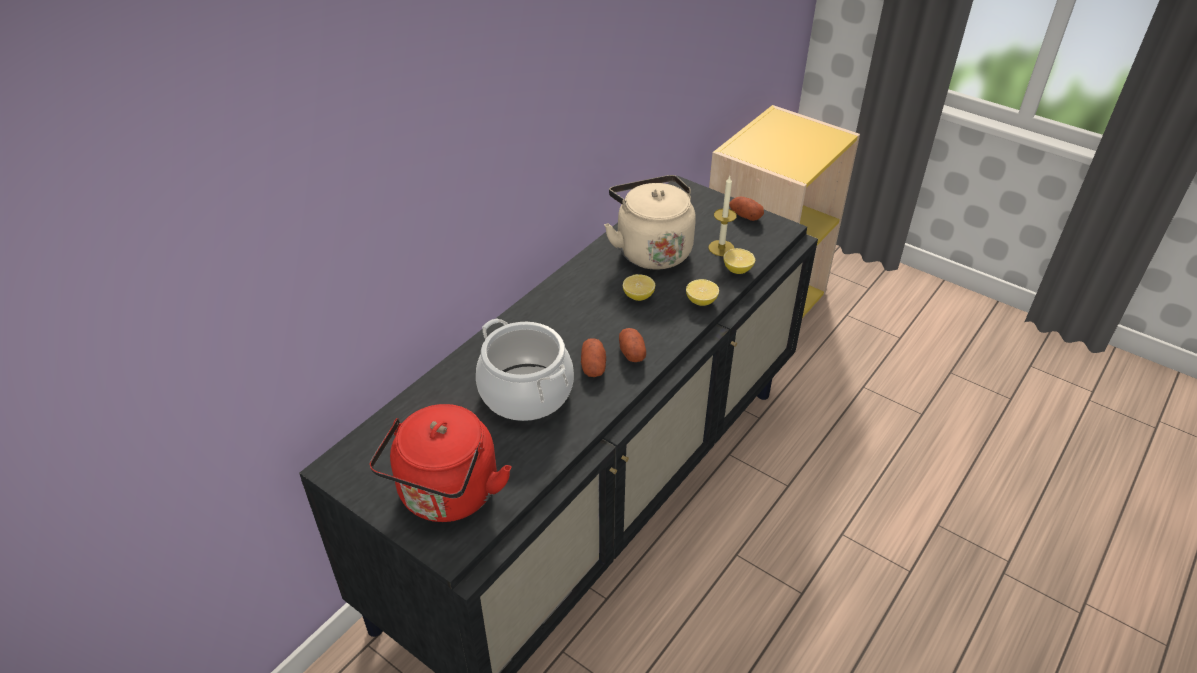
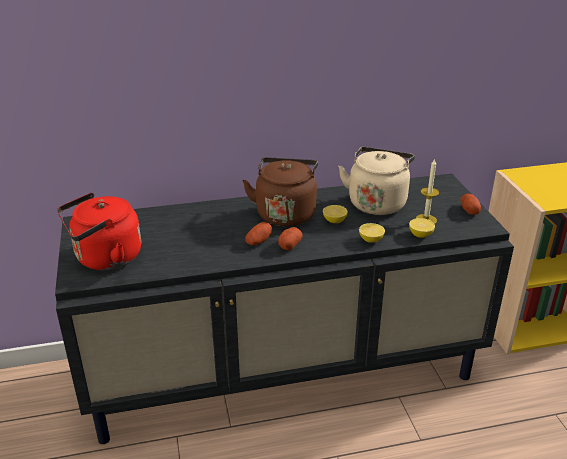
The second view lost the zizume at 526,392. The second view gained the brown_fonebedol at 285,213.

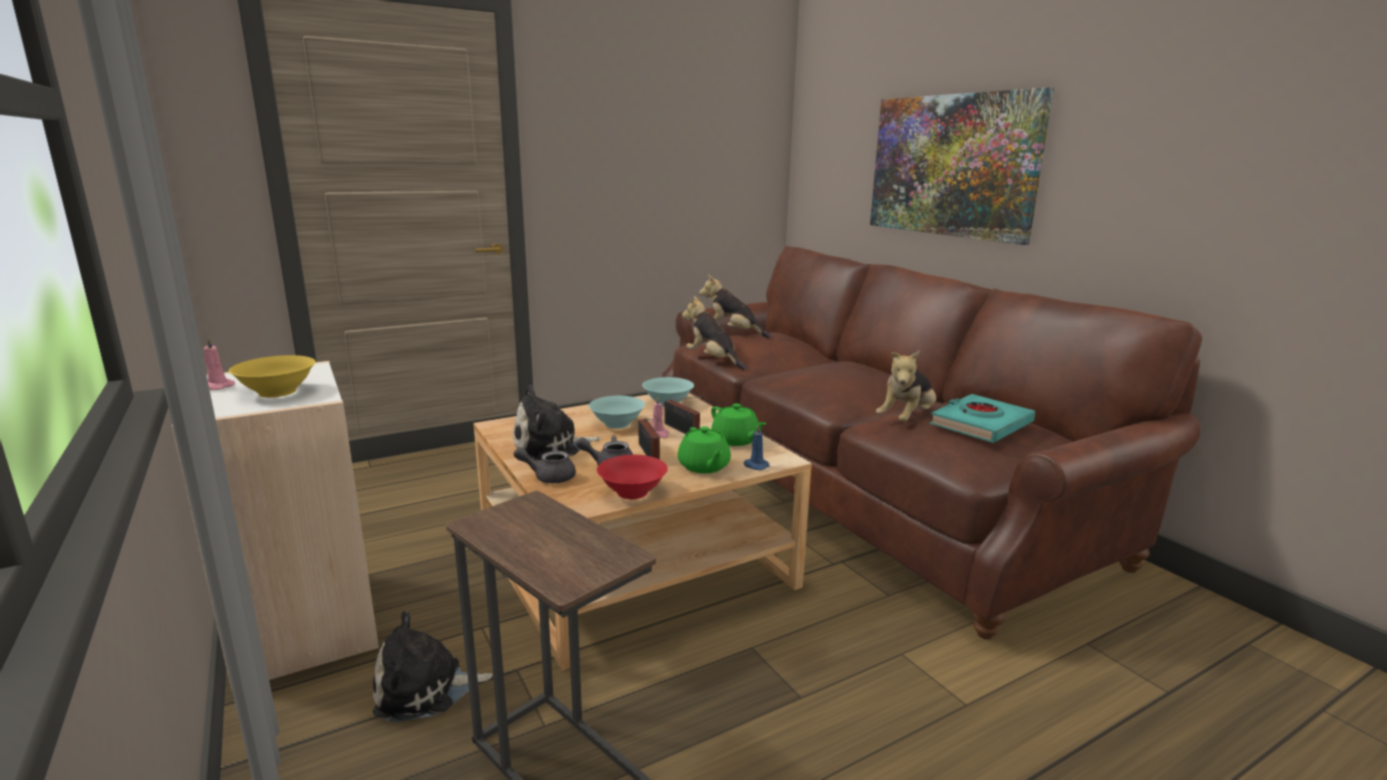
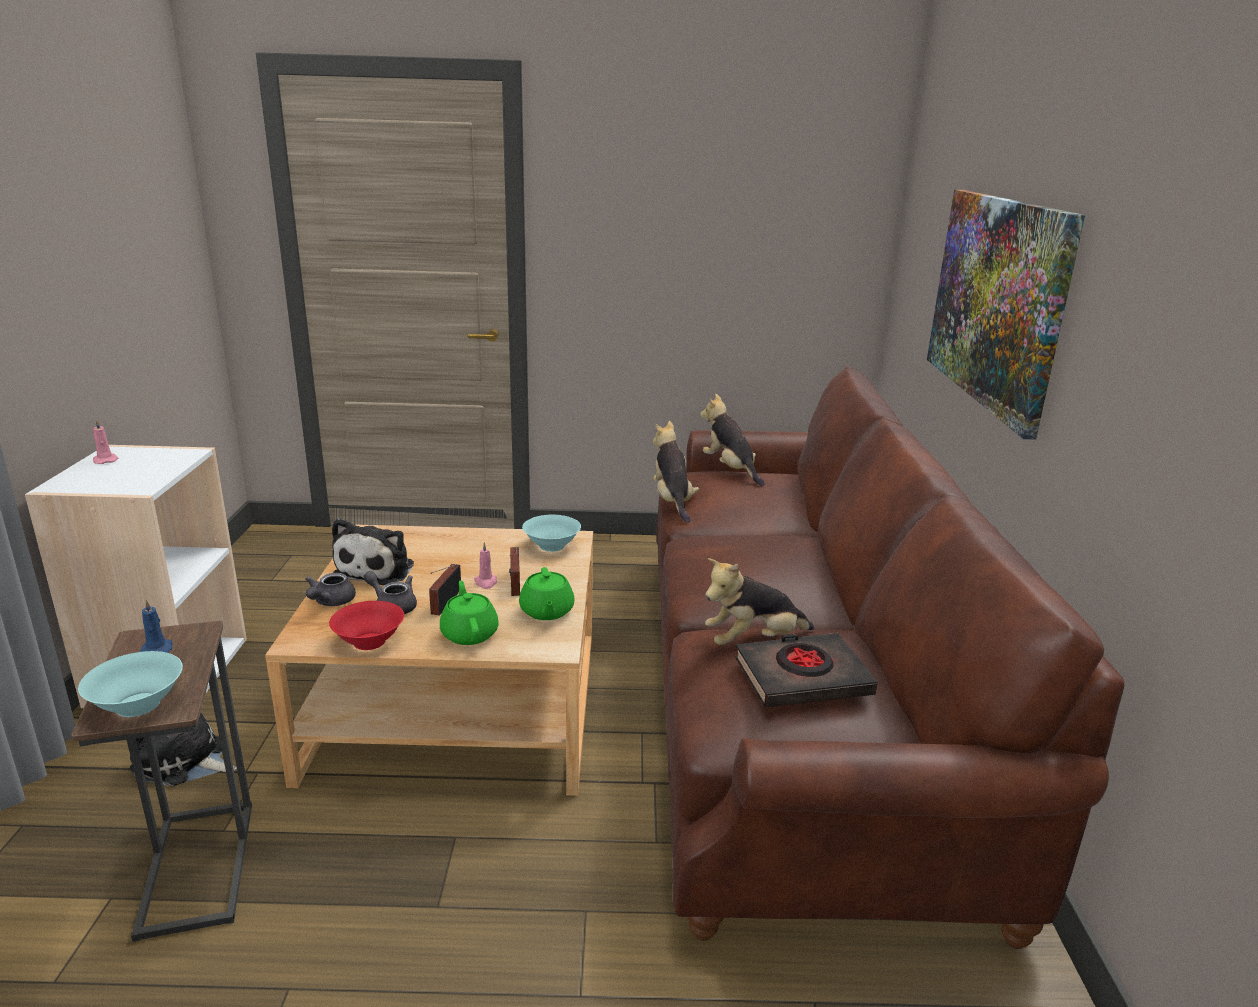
The second view lost the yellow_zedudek at 277,392. The turquoise_zedudek ended up elsewhere, having gone from 618,424 to 138,705. The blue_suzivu ended up elsewhere, having gone from 755,465 to 157,649. What was the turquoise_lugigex at 980,424 turned into the black_lugigex at 802,678. The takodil at 551,446 ended up facing another way, 90 degrees counterclockwise from before. The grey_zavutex at 549,477 ended up facing another way, 105 degrees counterclockwise from before. The green_zavutex at 704,467 ended up facing another way, 150 degrees clockwise from before.

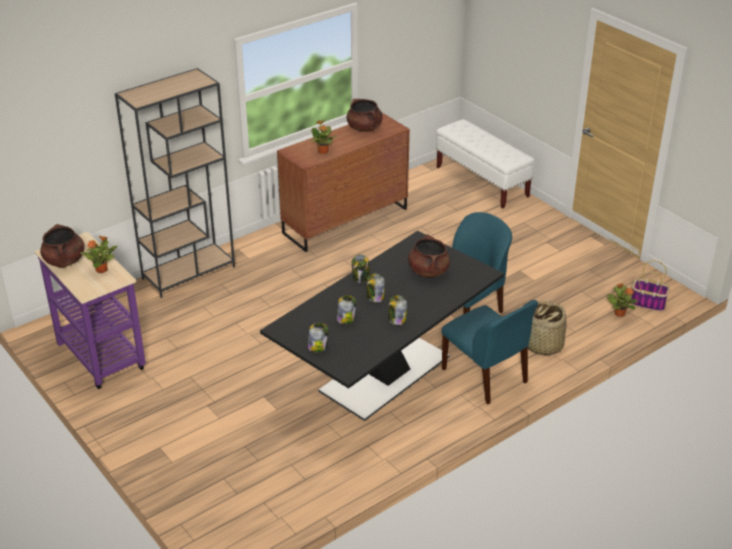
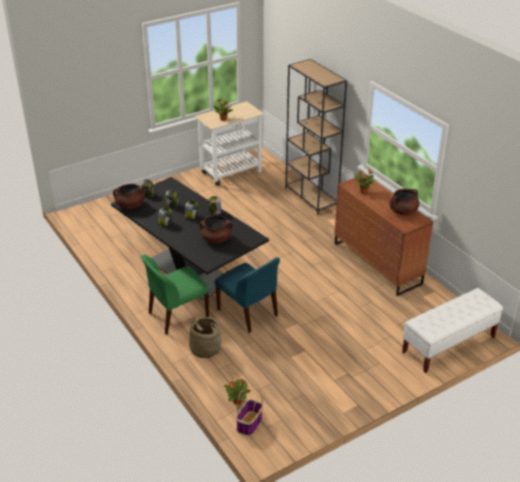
The brown_zizume ended up elsewhere, having gone from 65,261 to 130,205. What was the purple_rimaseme at 100,356 turned into the white_rimaseme at 232,172. What was the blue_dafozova at 485,376 turned into the green_dafozova at 177,315.

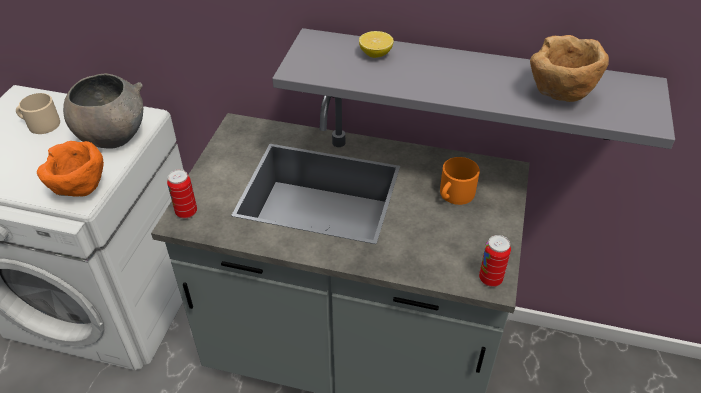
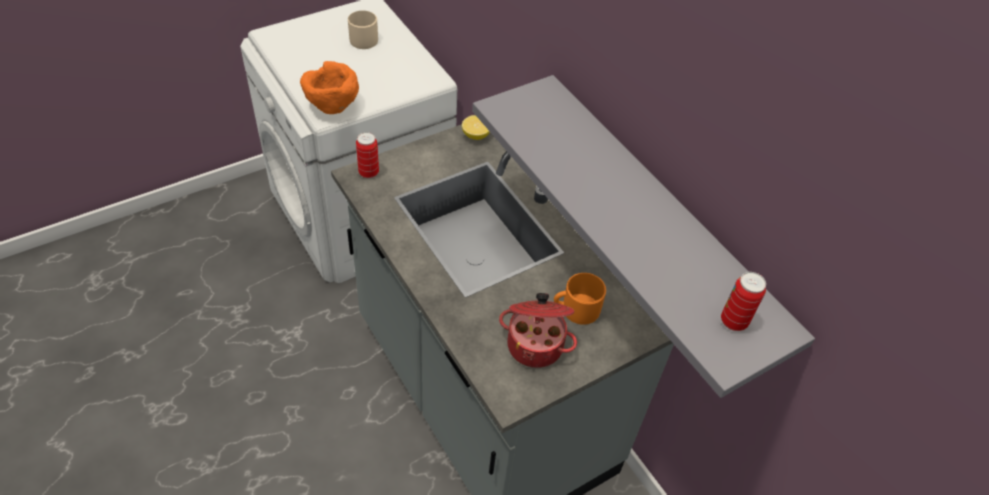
The second view lost the grey_zedudek at 112,136. The second view lost the brown_zedudek at 559,95. The second view gained the zizume at 535,344. The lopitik ended up elsewhere, having gone from 375,54 to 476,135. The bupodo ended up elsewhere, having gone from 490,279 to 733,321.

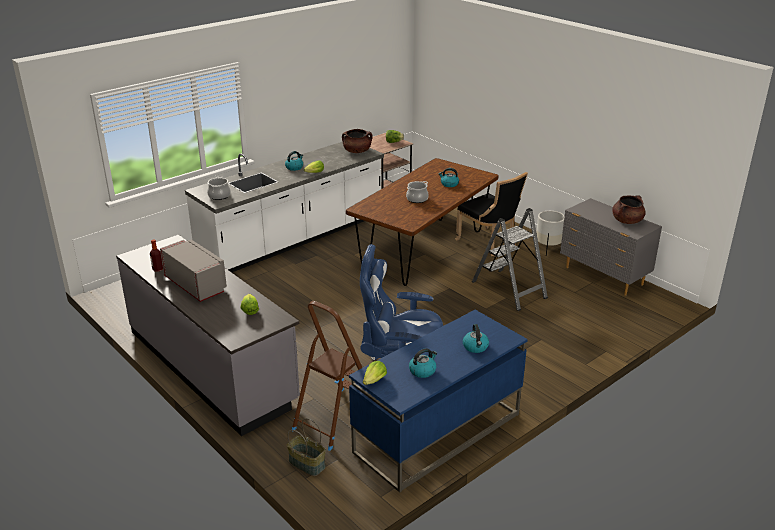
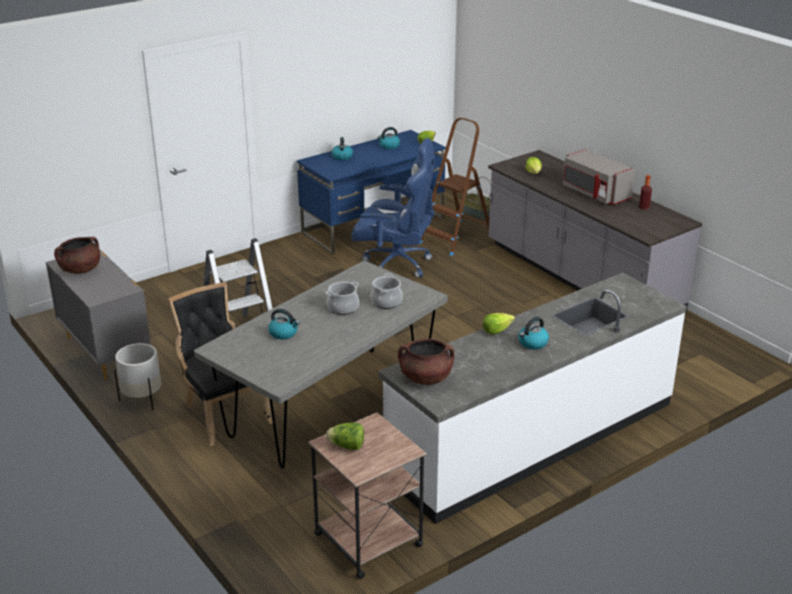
The zizume ended up elsewhere, having gone from 219,196 to 386,302. What was the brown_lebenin at 423,250 turned into the grey_lebenin at 329,406.

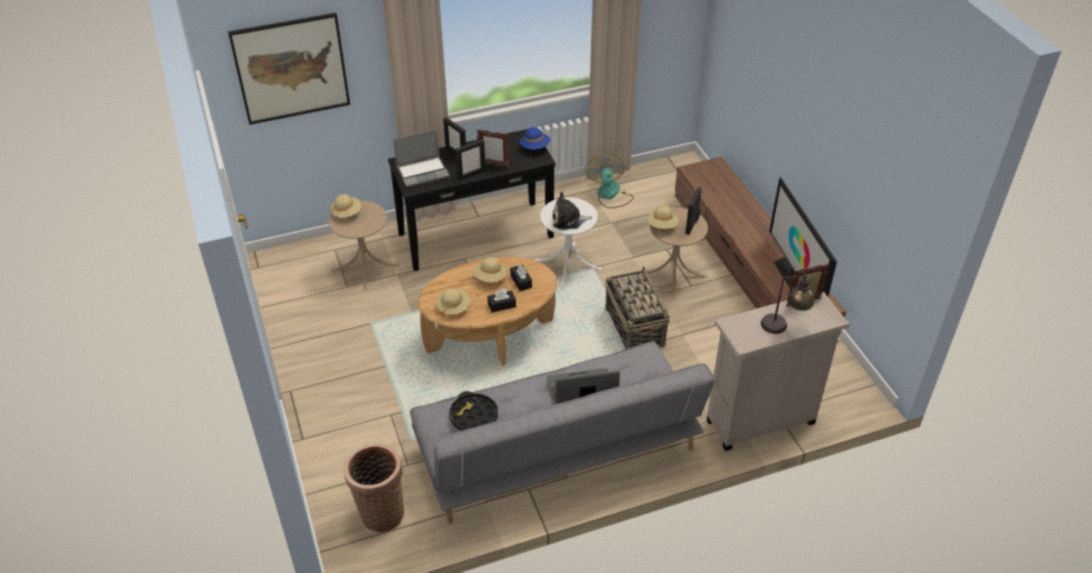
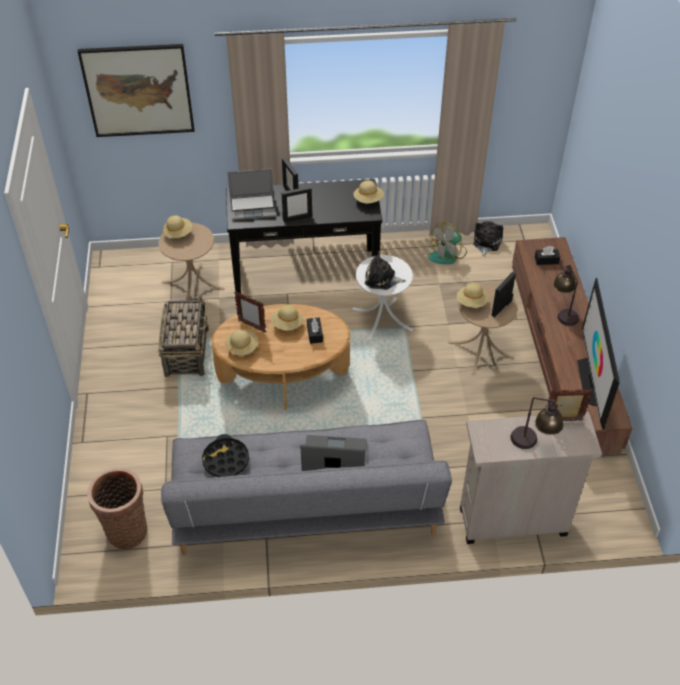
The second view gained the takodil at 486,243. The second view gained the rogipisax at 563,312. The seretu ended up elsewhere, having gone from 494,164 to 251,326. The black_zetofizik ended up elsewhere, having gone from 501,305 to 546,260. The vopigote ended up elsewhere, having gone from 634,326 to 187,351. What was the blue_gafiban at 535,147 turned into the beige_gafiban at 368,200. The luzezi at 610,195 ended up facing another way, 135 degrees counterclockwise from before.

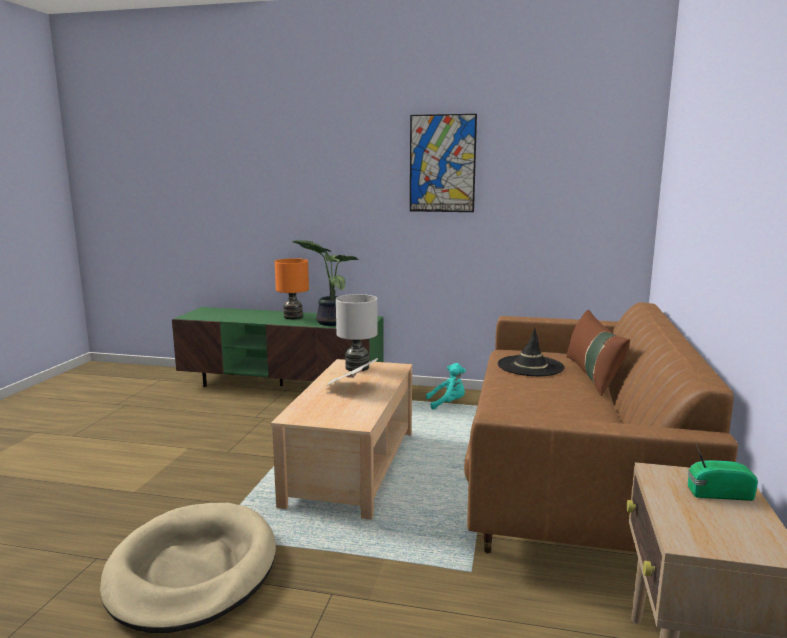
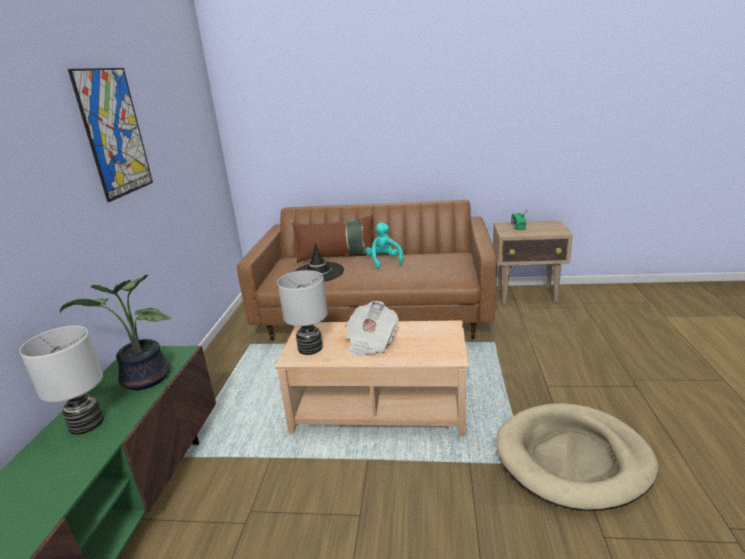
The turquoise_takodil ended up elsewhere, having gone from 447,403 to 384,261. What was the orange_rogipisax at 293,317 turned into the grey_rogipisax at 86,423.

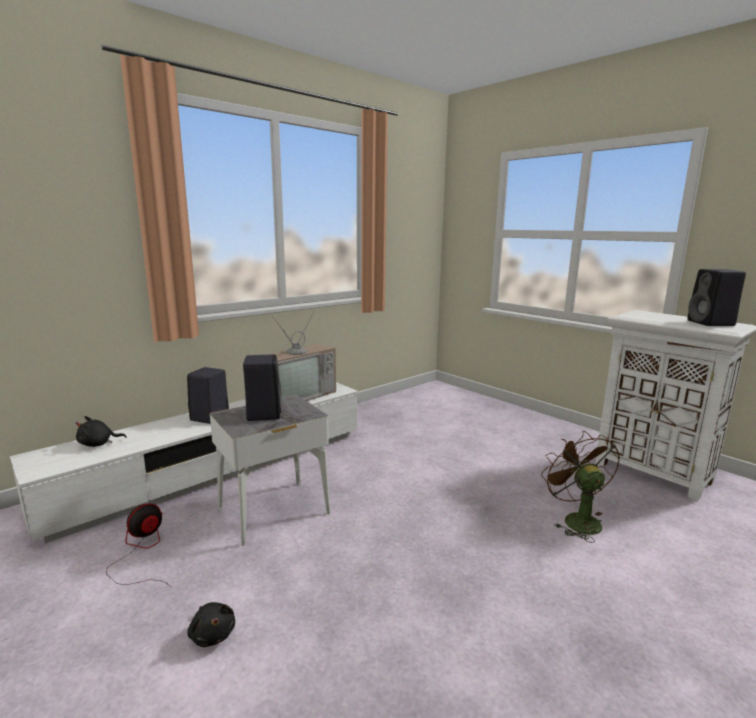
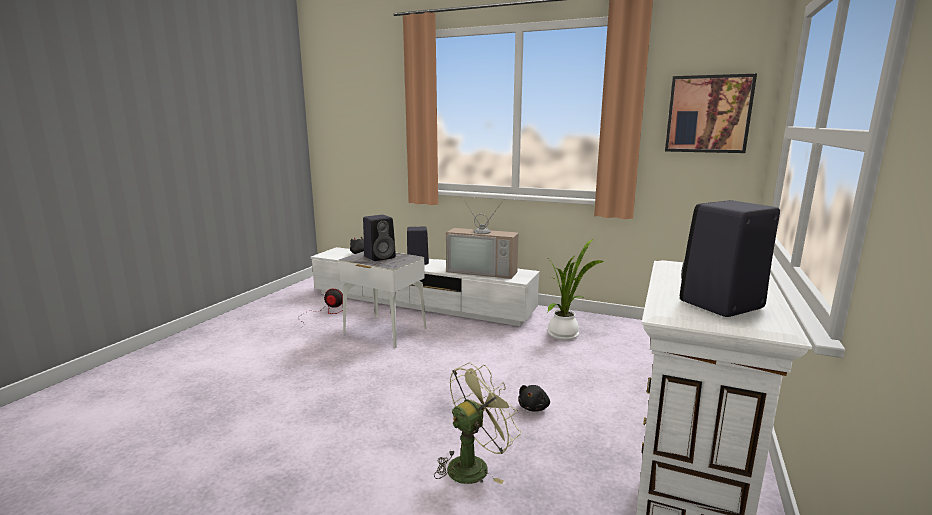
The second view gained the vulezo at 565,334. The second view gained the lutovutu at 708,114. The black_takodil ended up elsewhere, having gone from 212,634 to 534,407. What was the brown_luzezi at 576,519 turned into the green_luzezi at 474,465.

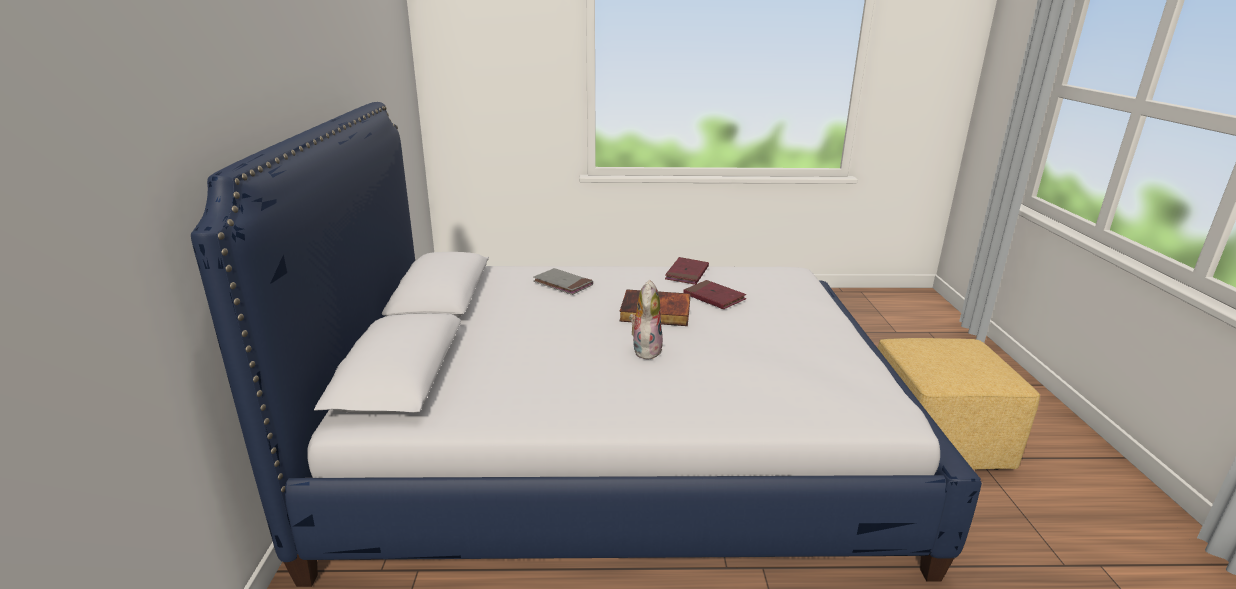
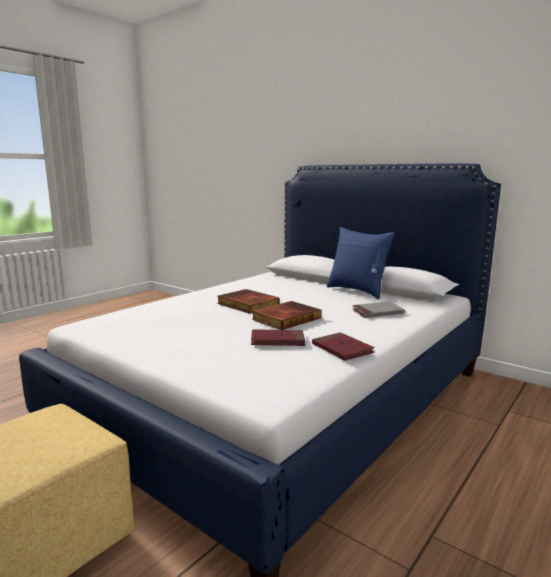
The second view gained the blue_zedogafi at 357,291. Where the takodil stood at 645,349, the lugigex came to stand at 246,304.

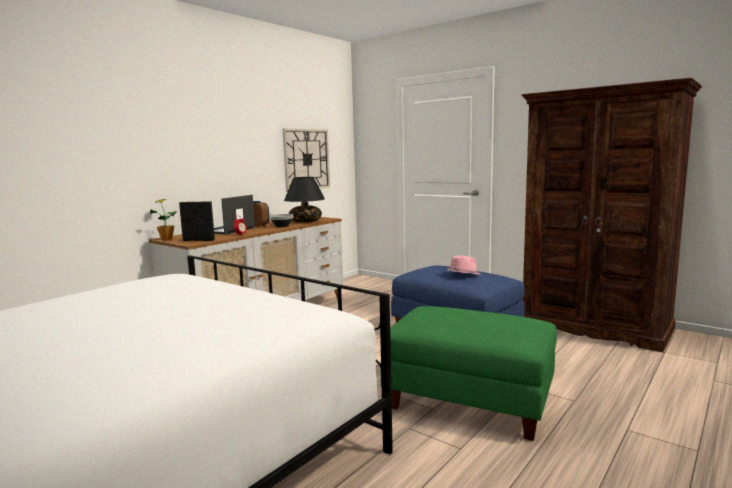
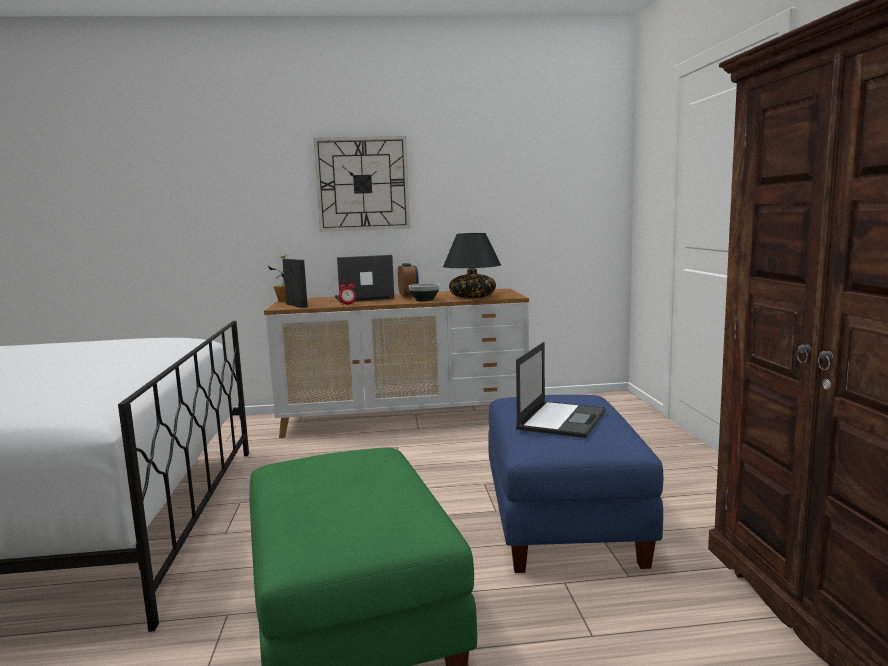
The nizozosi ended up elsewhere, having gone from 306,159 to 362,184. Where the pink_gafiban stood at 463,275, the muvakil came to stand at 562,419.

